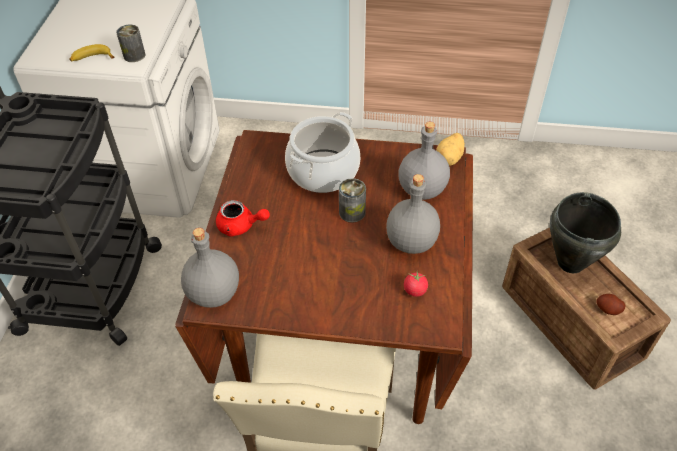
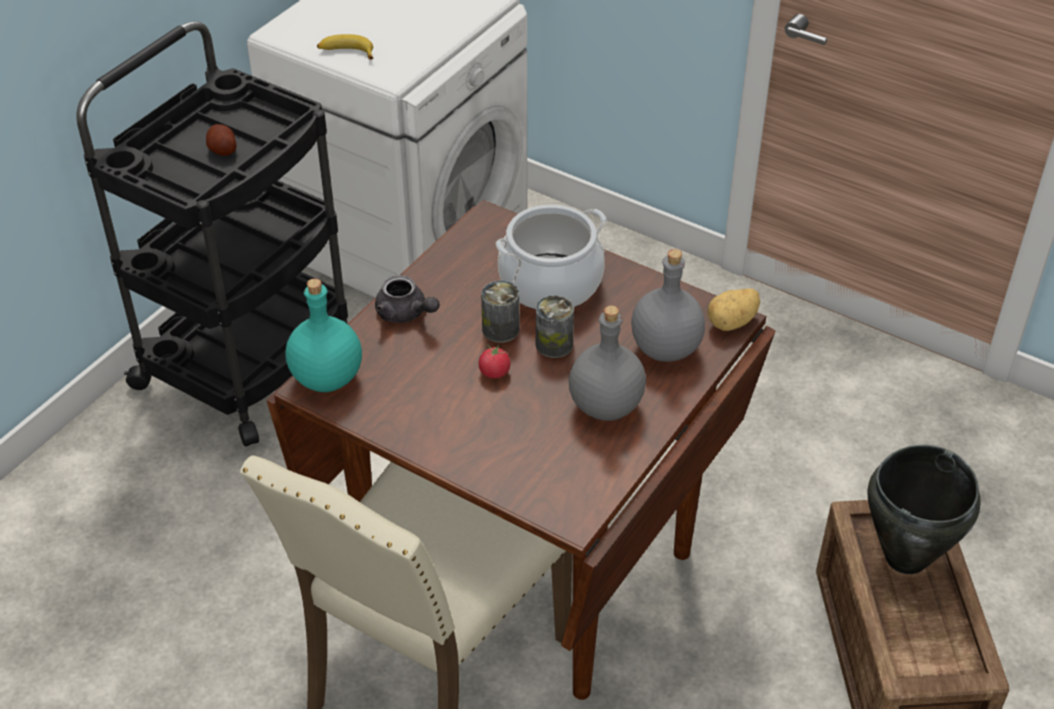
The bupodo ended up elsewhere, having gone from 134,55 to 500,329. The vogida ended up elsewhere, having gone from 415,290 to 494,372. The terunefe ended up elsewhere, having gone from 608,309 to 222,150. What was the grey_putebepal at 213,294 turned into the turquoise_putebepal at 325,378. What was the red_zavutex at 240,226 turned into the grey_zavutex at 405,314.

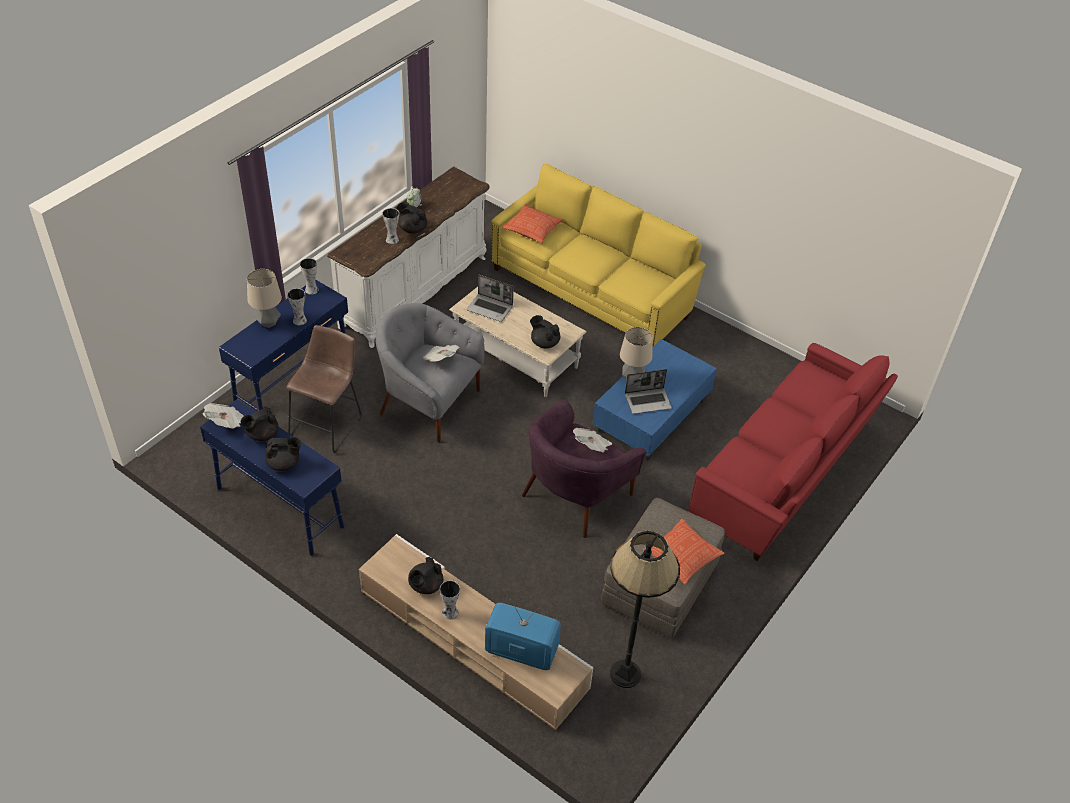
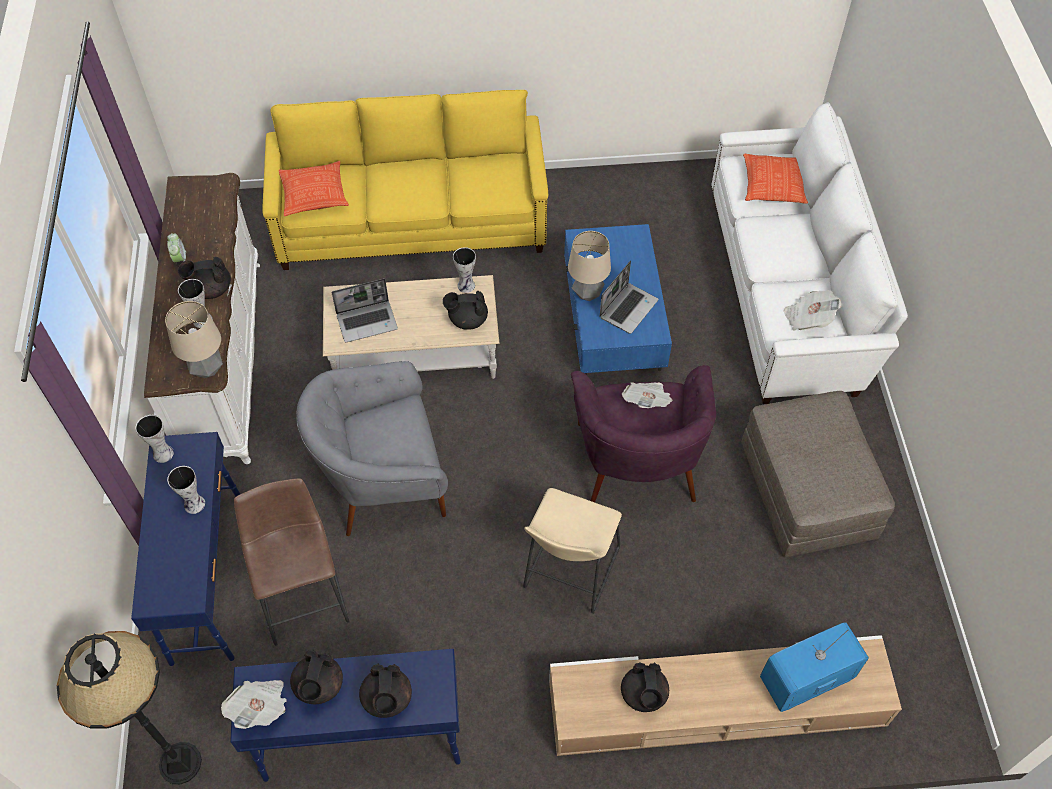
The second view gained the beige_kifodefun at 568,573. The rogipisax ended up elsewhere, having gone from 268,323 to 208,370. The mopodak ended up elsewhere, having gone from 441,359 to 808,318. The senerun ended up elsewhere, having gone from 450,613 to 467,285. The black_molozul ended up elsewhere, having gone from 625,673 to 180,763. The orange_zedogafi ended up elsewhere, having gone from 682,557 to 773,186. What was the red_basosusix at 785,476 turned into the white_basosusix at 788,291. The black_zavutex at 284,463 ended up facing another way, 135 degrees clockwise from before.

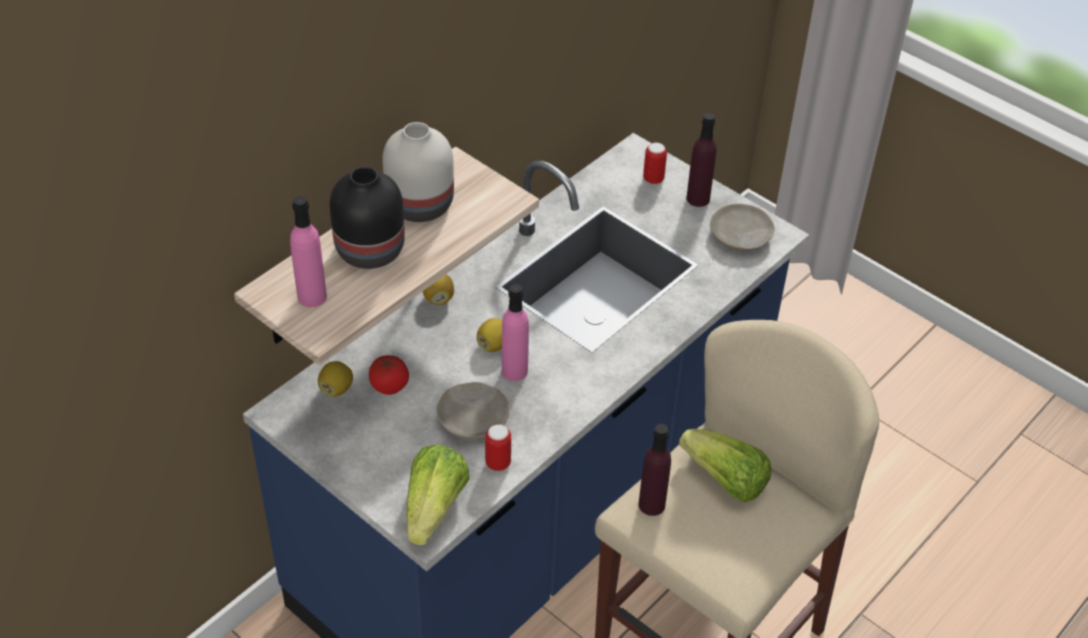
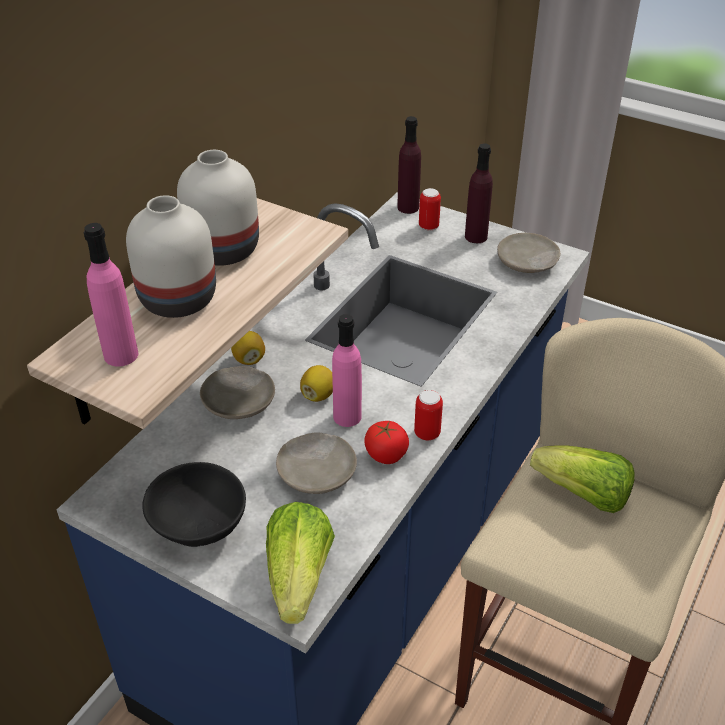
The second view lost the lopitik at 336,388. The second view gained the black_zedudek at 199,522. The second view gained the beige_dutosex at 239,401. The vogida ended up elsewhere, having gone from 389,385 to 386,454. The bupodo ended up elsewhere, having gone from 498,463 to 427,433. The purple_putebepal ended up elsewhere, having gone from 651,504 to 408,207. What was the black_senerun at 368,250 turned into the white_senerun at 176,299.

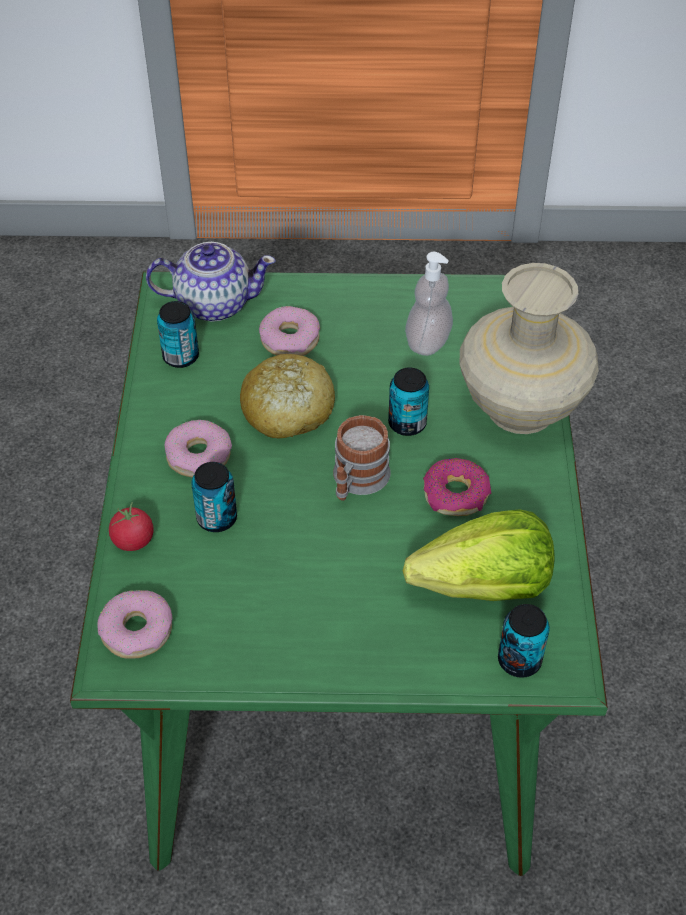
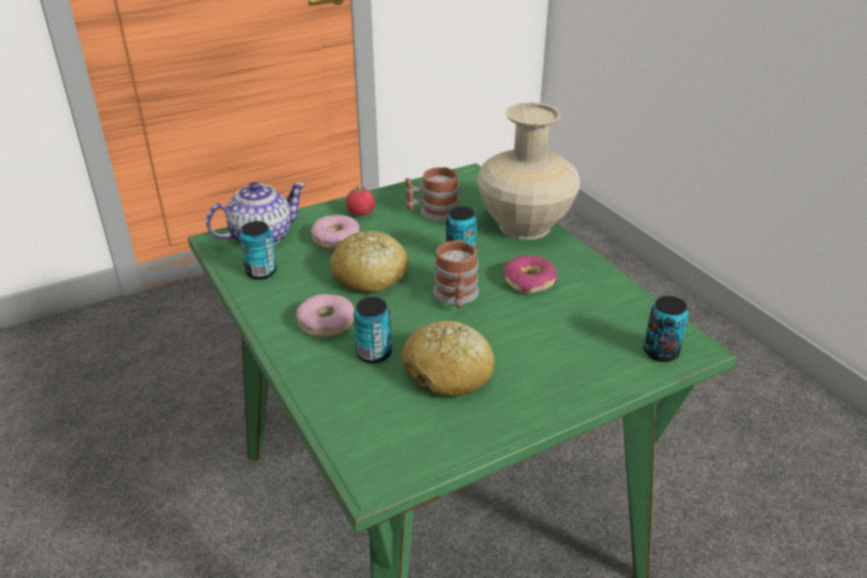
The second view lost the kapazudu at 137,630. The second view lost the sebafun at 484,587. The second view gained the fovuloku at 448,373. The vogida ended up elsewhere, having gone from 133,540 to 361,213. Where the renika stood at 427,342, the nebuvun came to stand at 433,213.

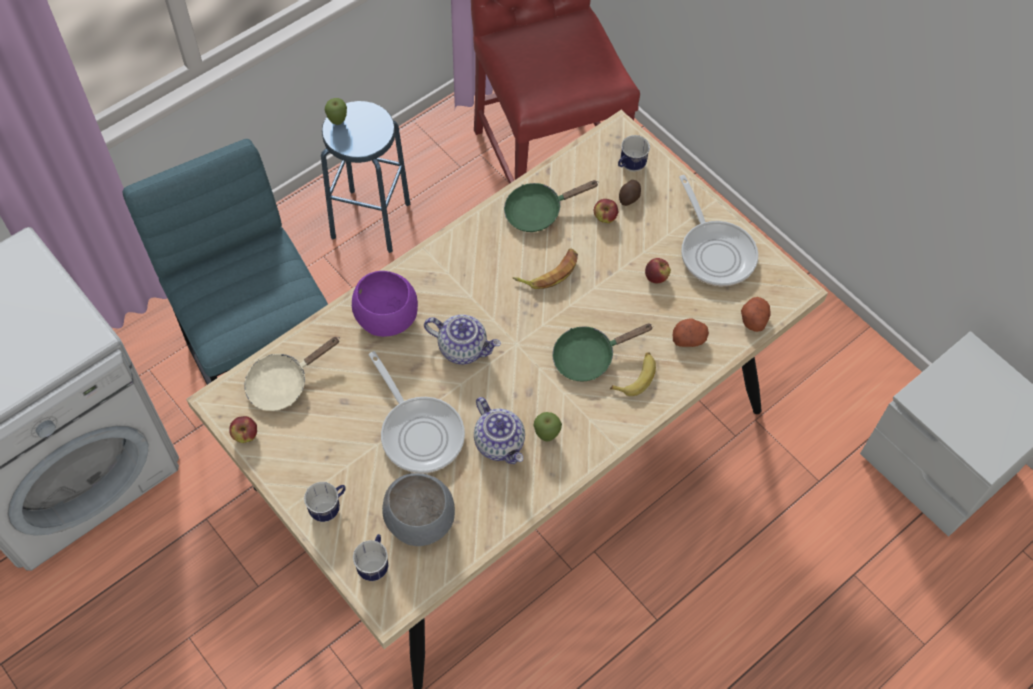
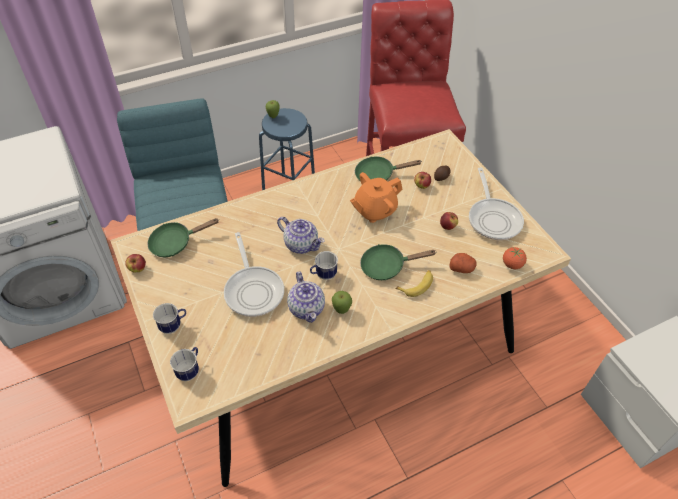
The second view lost the purple_zedudek at 387,318. The second view lost the grey_zedudek at 420,521. The nebuvun ended up elsewhere, having gone from 629,167 to 323,275. Where the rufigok stood at 549,272, the orange_zavutex came to stand at 374,210. Where the terunefe stood at 753,319, the vogida came to stand at 512,264. What was the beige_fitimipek at 283,383 turned into the green_fitimipek at 175,243.

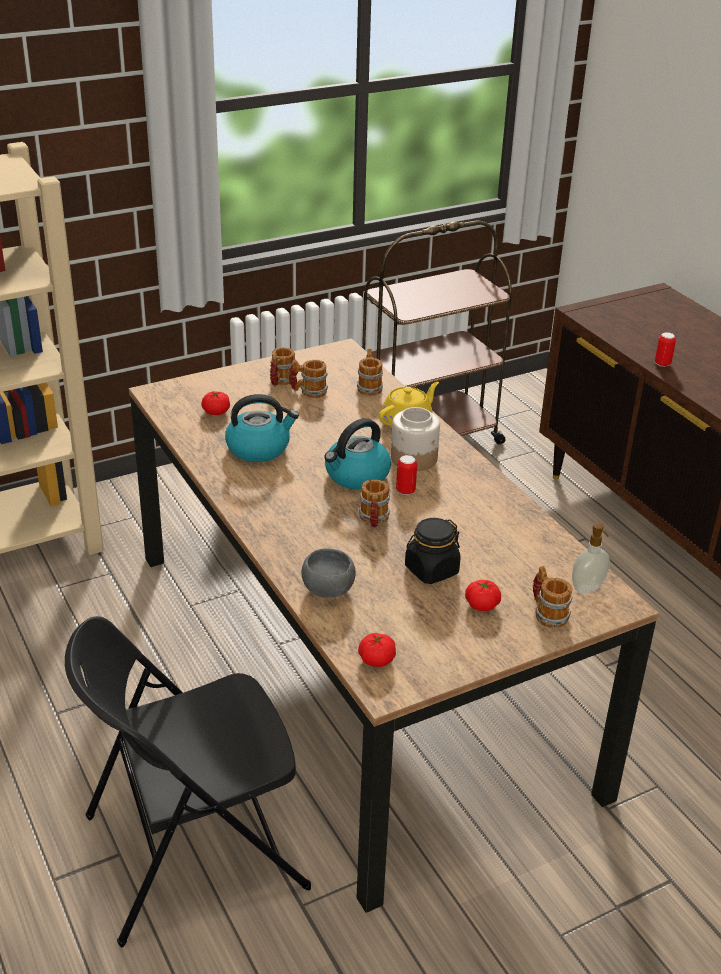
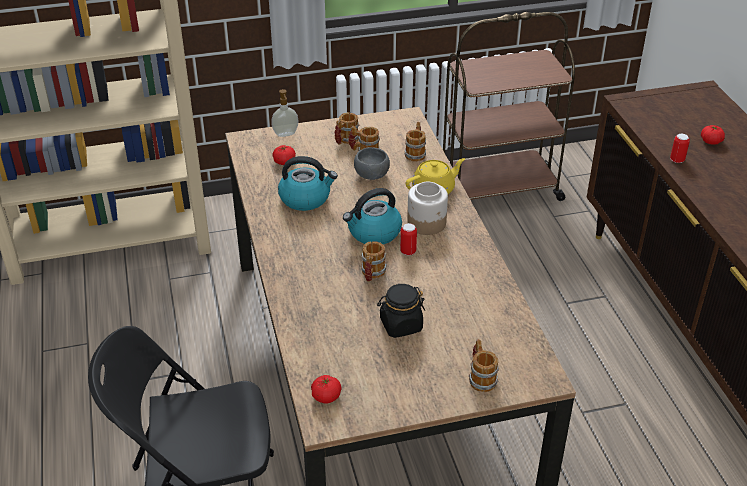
The grey_zedudek ended up elsewhere, having gone from 327,590 to 371,175. The vogida ended up elsewhere, having gone from 482,605 to 711,141. The renika ended up elsewhere, having gone from 588,588 to 286,134.

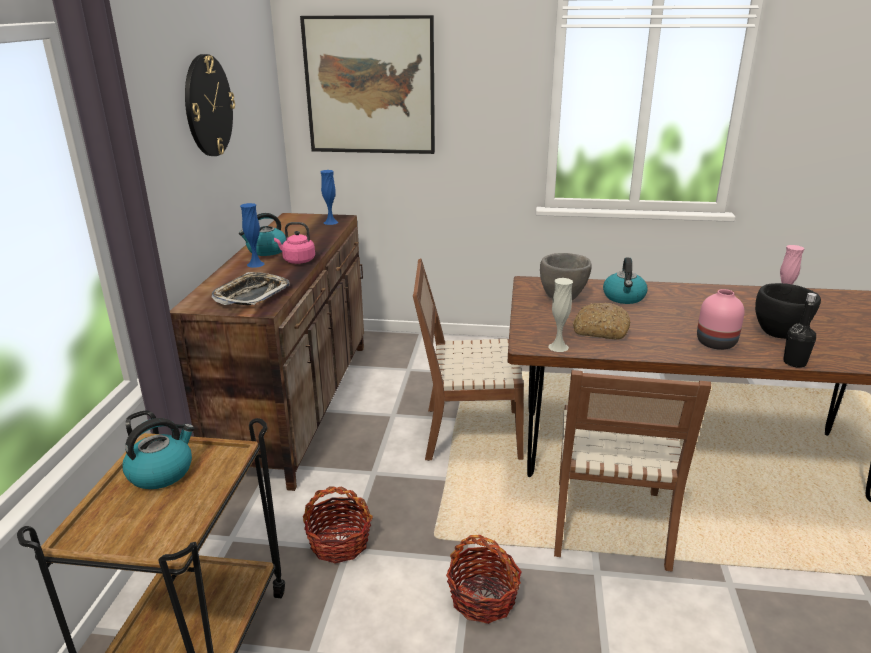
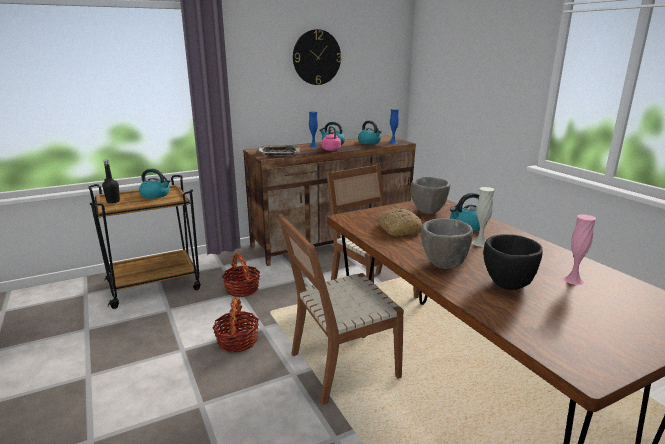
The second view lost the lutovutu at 370,86. The second view gained the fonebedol at 369,142. The white_senerun ended up elsewhere, having gone from 558,347 to 480,243. The black_putebepal ended up elsewhere, having gone from 794,363 to 113,201. Where the pink_senerun stood at 717,343, the grey_zedudek came to stand at 443,265.

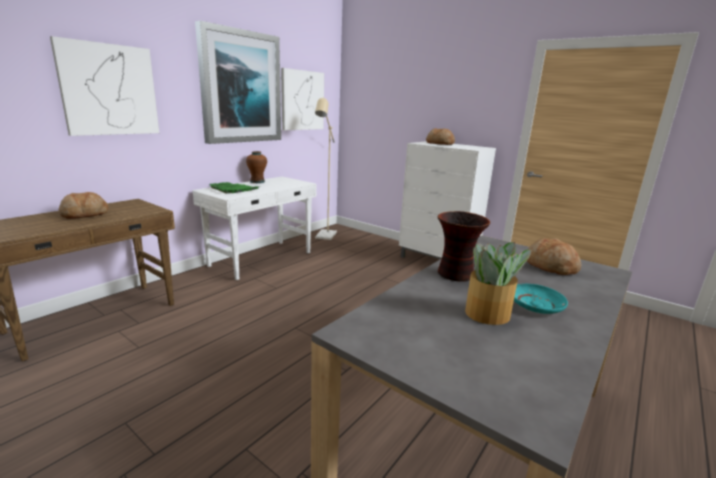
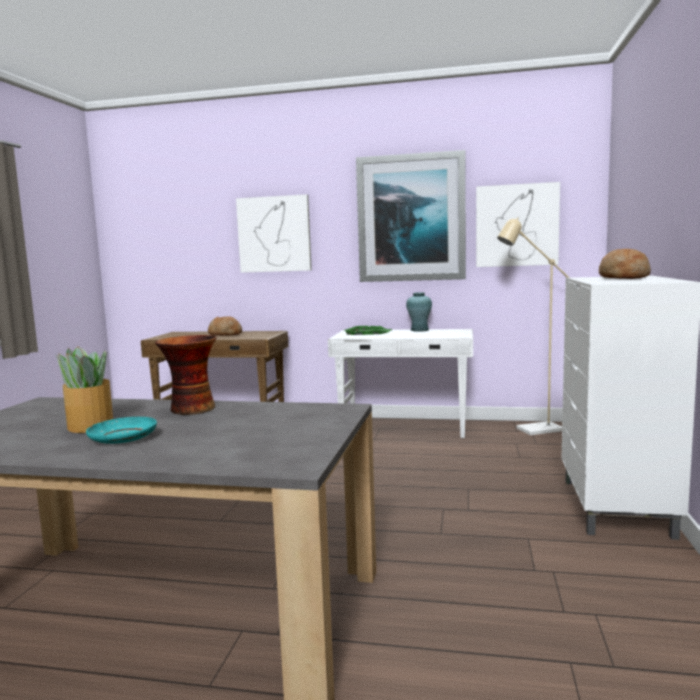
The second view lost the fovuloku at 550,266. What was the brown_senerun at 257,182 turned into the turquoise_senerun at 419,330.

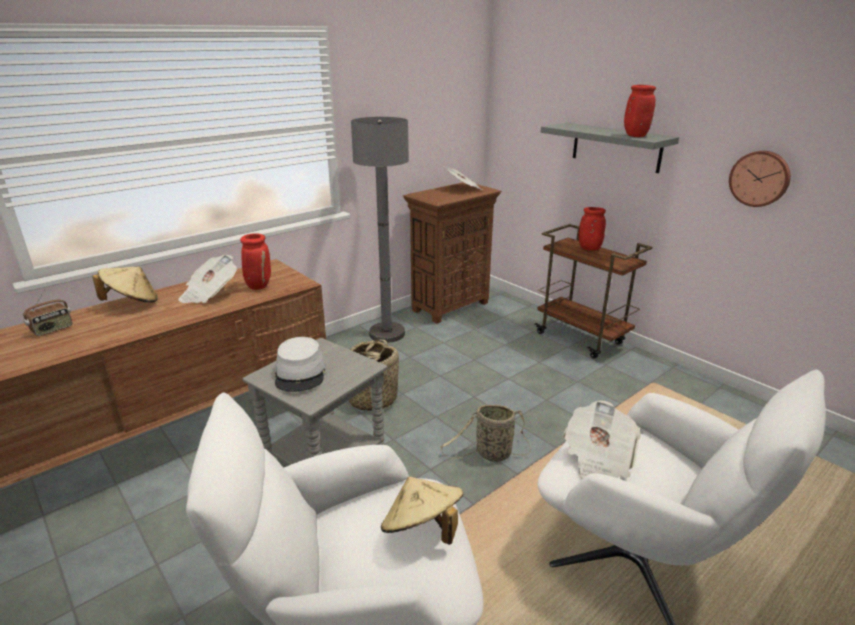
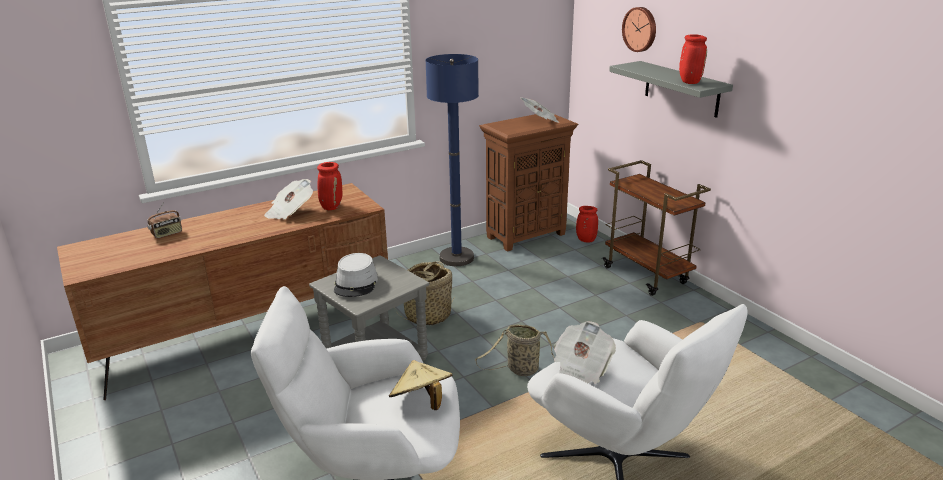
The second view lost the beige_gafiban at 132,302. The red_senerun ended up elsewhere, having gone from 589,249 to 585,240. The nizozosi ended up elsewhere, having gone from 760,178 to 640,29. What was the grey_molozul at 387,333 turned into the blue_molozul at 456,258.

